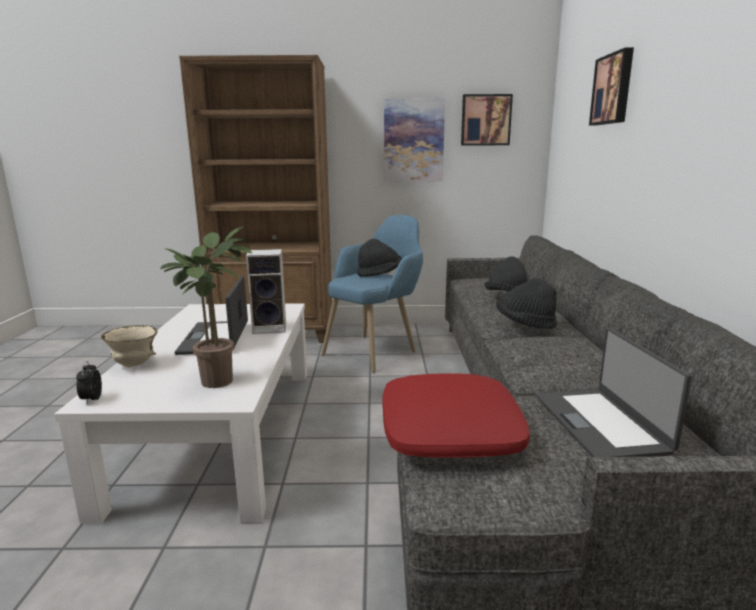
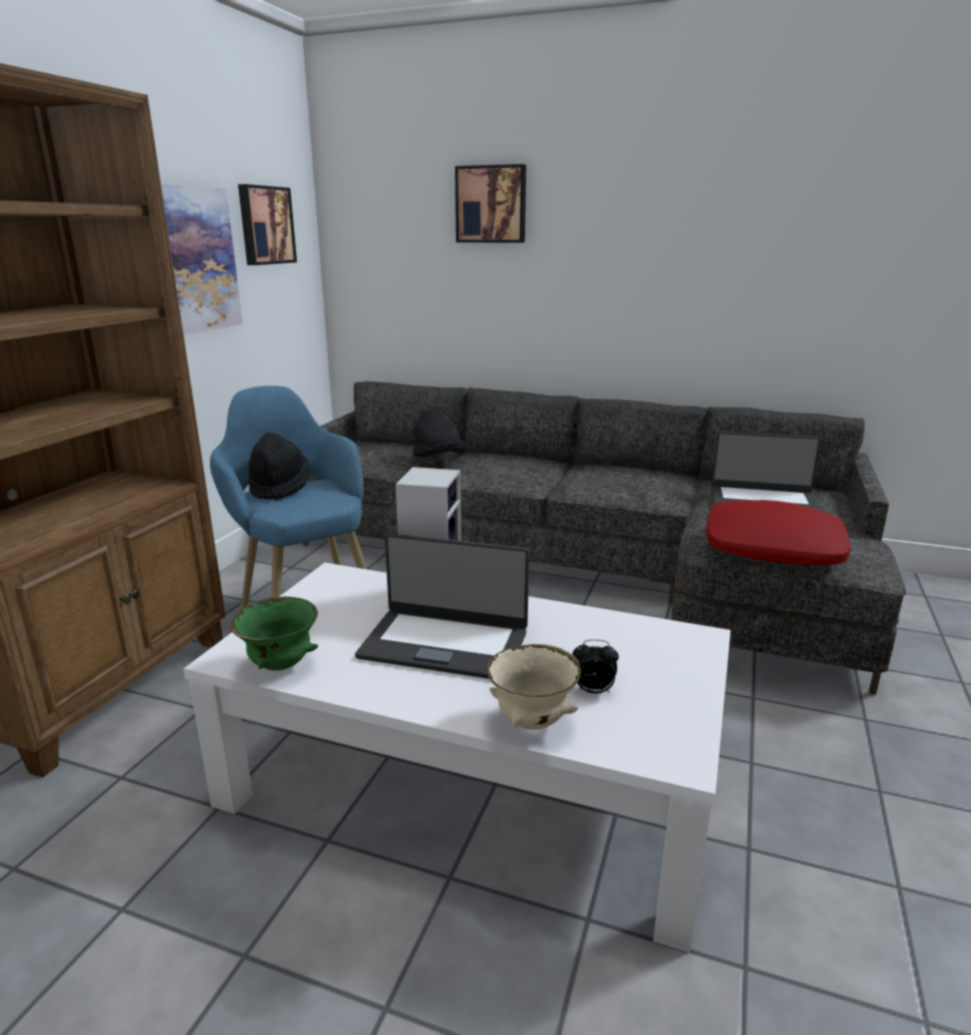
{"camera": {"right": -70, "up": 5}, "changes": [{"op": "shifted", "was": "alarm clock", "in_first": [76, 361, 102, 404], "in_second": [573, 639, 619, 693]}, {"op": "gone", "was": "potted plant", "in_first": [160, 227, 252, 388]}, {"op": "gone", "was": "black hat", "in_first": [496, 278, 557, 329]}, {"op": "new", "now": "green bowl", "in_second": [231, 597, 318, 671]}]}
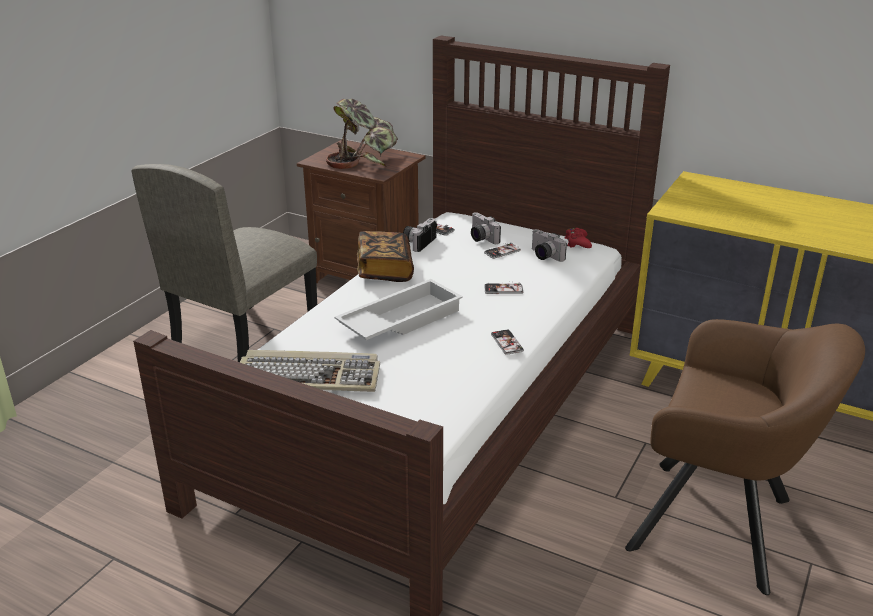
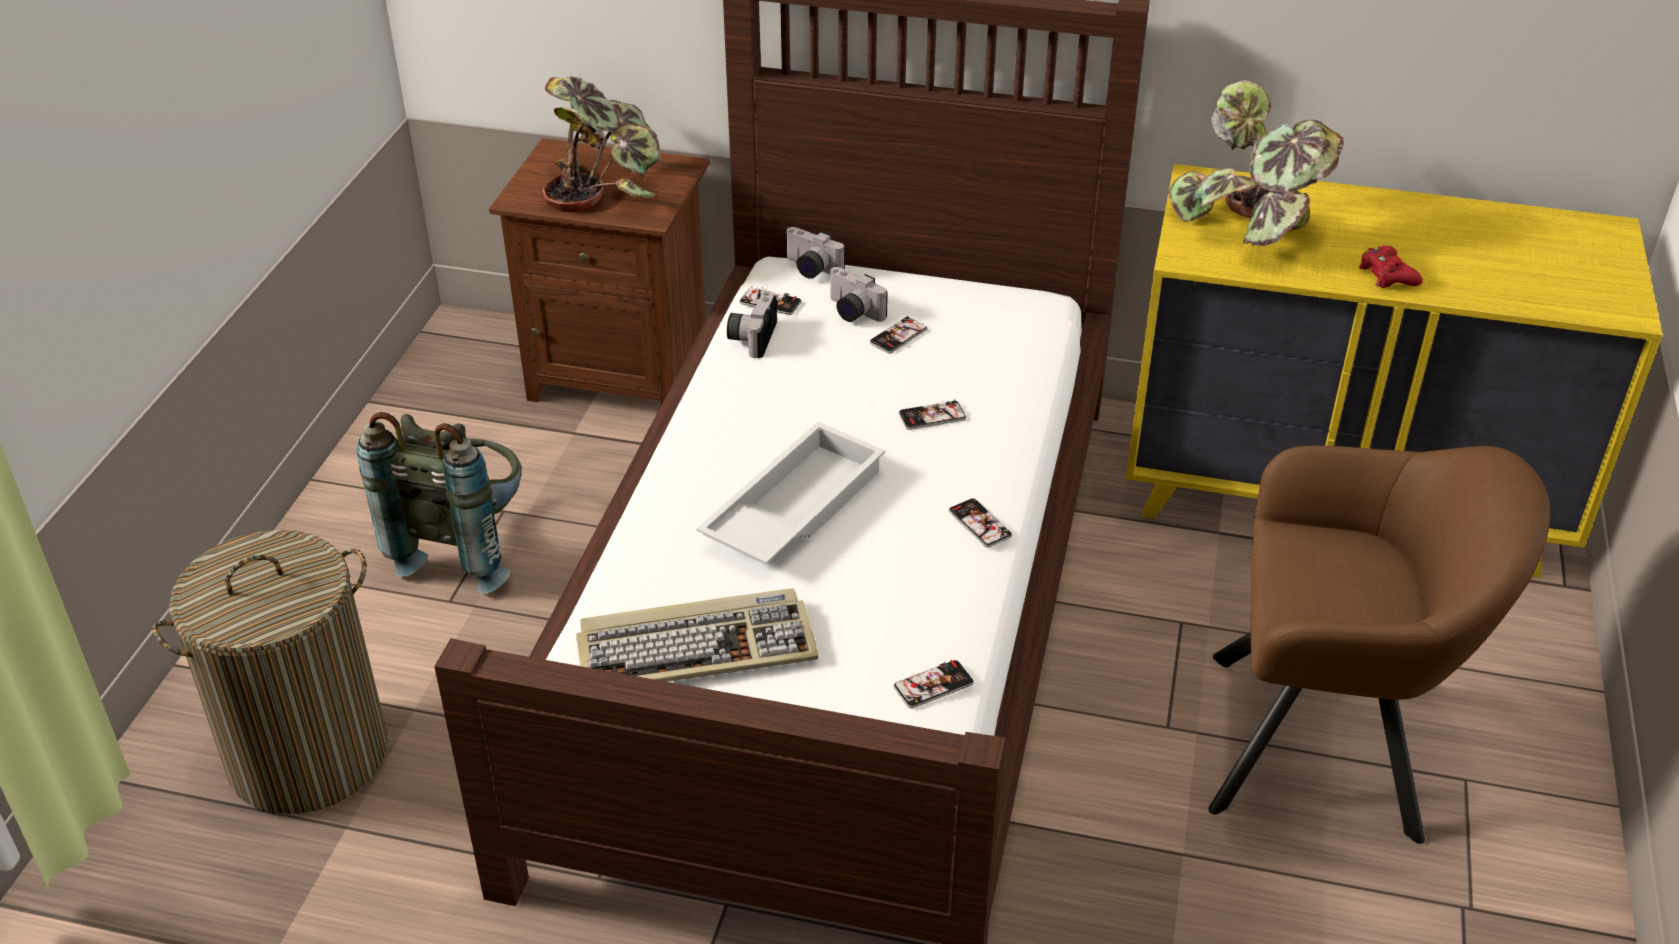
{"camera": {"right": -15, "up": 10}, "changes": [{"op": "swapped", "was": "beige chair", "now": "grey backpack", "in_first": [132, 164, 317, 362], "in_second": [357, 412, 522, 594]}, {"op": "gone", "was": "book", "in_first": [357, 231, 414, 282]}, {"op": "shifted", "was": "photo camera", "in_first": [532, 229, 567, 262], "in_second": [785, 227, 845, 279]}, {"op": "shifted", "was": "red game controller", "in_first": [565, 228, 592, 248], "in_second": [1359, 246, 1423, 288]}, {"op": "new", "now": "laundry basket", "in_second": [153, 530, 387, 814]}, {"op": "new", "now": "phone", "in_second": [893, 660, 974, 708]}, {"op": "new", "now": "potted plant", "in_second": [1169, 80, 1344, 246]}]}
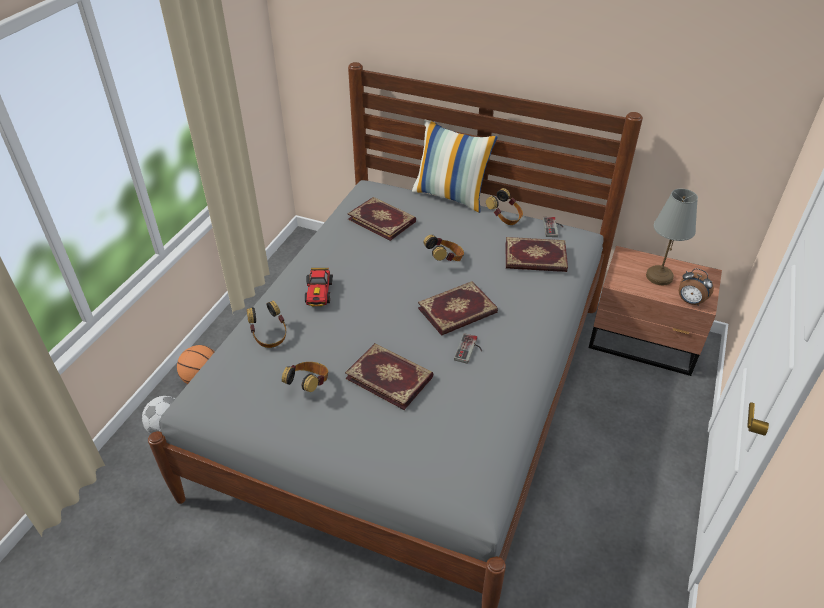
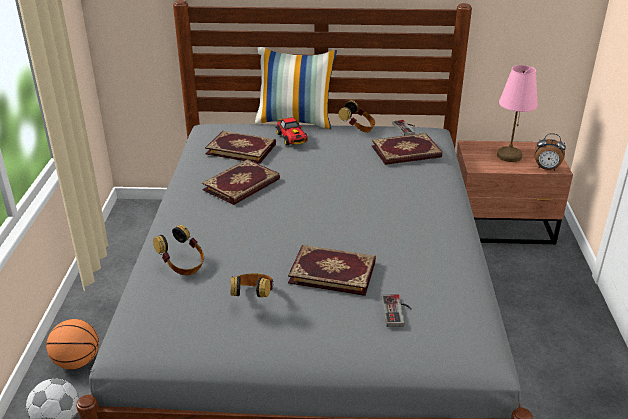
{"camera": {"right": -20, "up": -10}, "changes": [{"op": "shifted", "was": "toy car", "in_first": [305, 268, 333, 306], "in_second": [275, 117, 308, 146]}, {"op": "shifted", "was": "book", "in_first": [418, 281, 498, 336], "in_second": [202, 159, 280, 205]}, {"op": "gone", "was": "headphones", "in_first": [423, 235, 464, 261]}, {"op": "shifted", "was": "game controller", "in_first": [454, 333, 482, 364], "in_second": [382, 294, 412, 327]}, {"op": "repainted", "was": "grey table lamp", "now": "pink table lamp", "in_first": [646, 189, 698, 285], "in_second": [497, 65, 538, 162]}]}
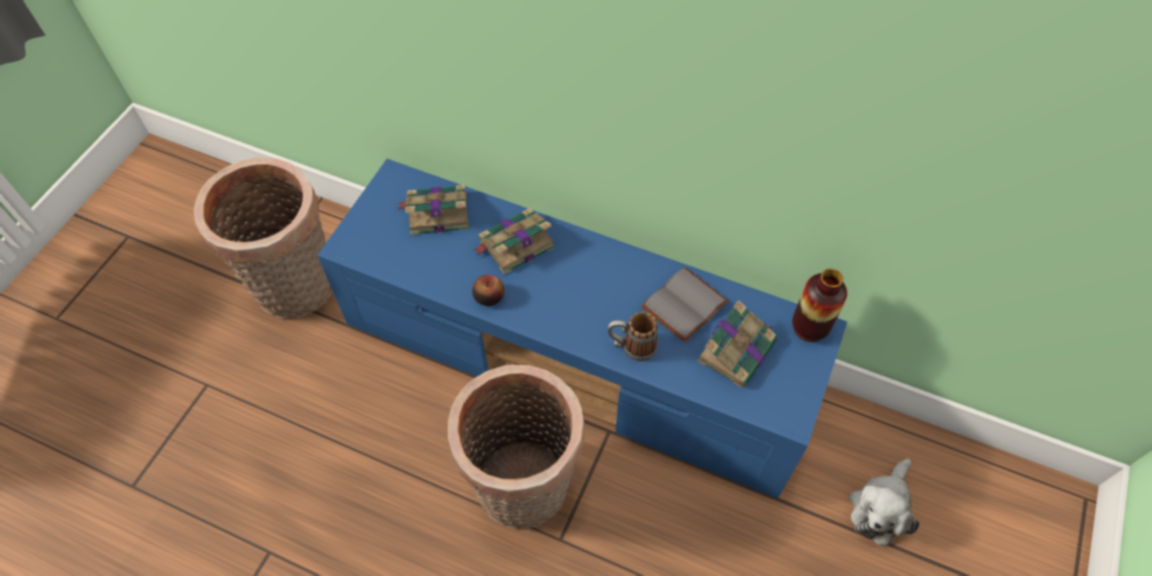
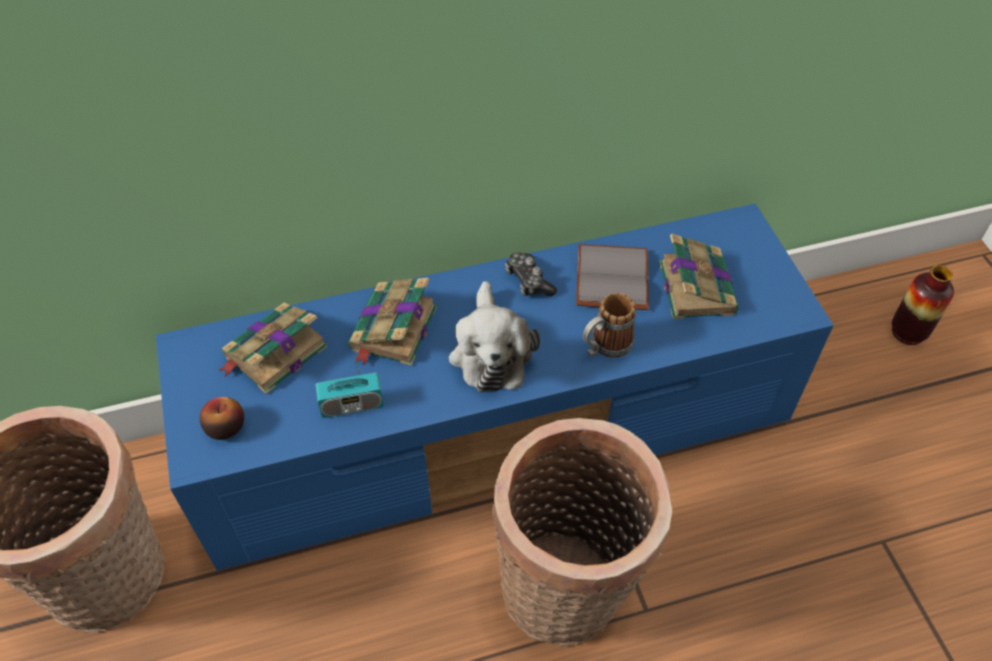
{"camera": {"right": -40, "up": -5}, "changes": [{"op": "shifted", "was": "apple", "in_first": [472, 275, 505, 306], "in_second": [200, 397, 244, 440]}, {"op": "shifted", "was": "vase", "in_first": [792, 268, 847, 342], "in_second": [892, 265, 954, 345]}, {"op": "shifted", "was": "plush toy", "in_first": [849, 458, 920, 547], "in_second": [449, 281, 540, 392]}, {"op": "new", "now": "radio", "in_second": [316, 342, 384, 418]}, {"op": "new", "now": "game controller", "in_second": [505, 252, 557, 296]}]}
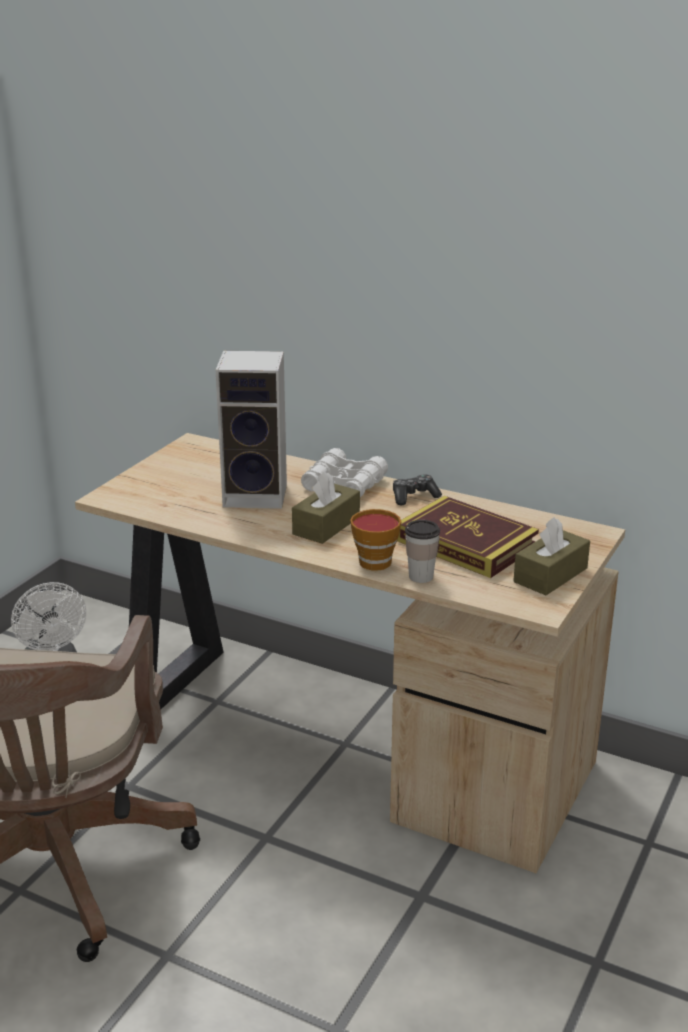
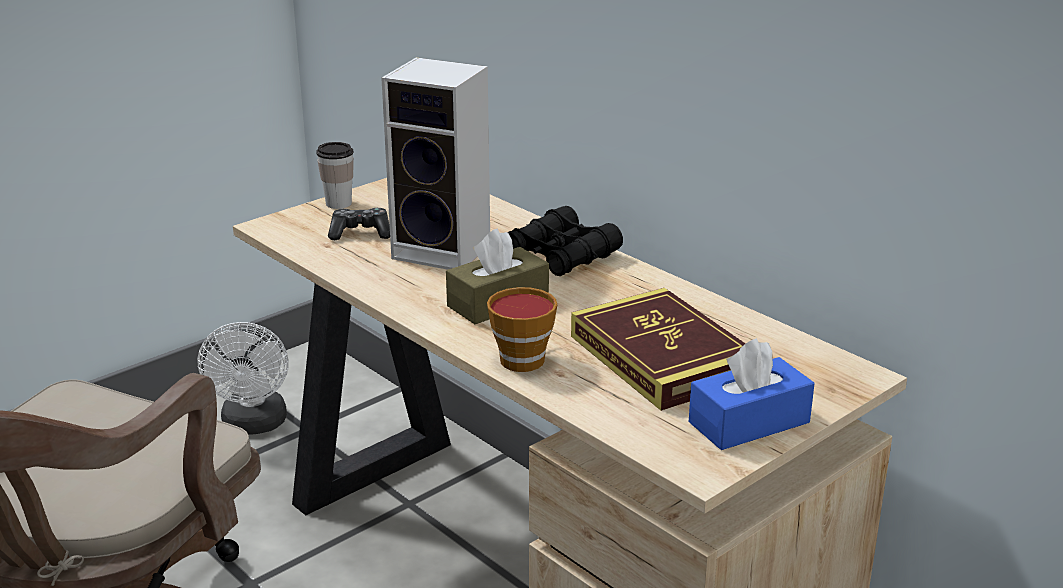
{"camera": {"right": 20, "up": 0}, "changes": [{"op": "repainted", "was": "white binoculars", "now": "black binoculars", "in_first": [301, 448, 388, 497], "in_second": [507, 206, 623, 276]}, {"op": "shifted", "was": "game controller", "in_first": [393, 474, 442, 505], "in_second": [328, 208, 390, 240]}, {"op": "shifted", "was": "cup", "in_first": [405, 520, 440, 583], "in_second": [316, 142, 354, 209]}, {"op": "repainted", "was": "brown tissue box", "now": "blue tissue box", "in_first": [514, 517, 590, 595], "in_second": [689, 338, 815, 450]}]}
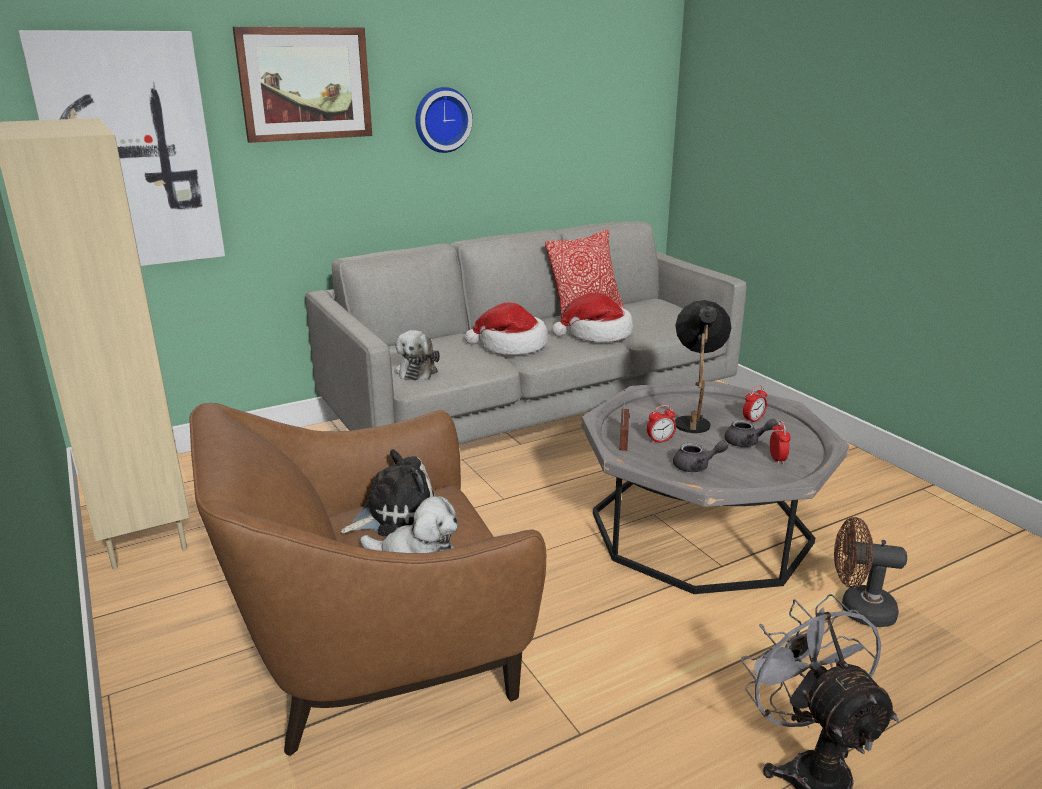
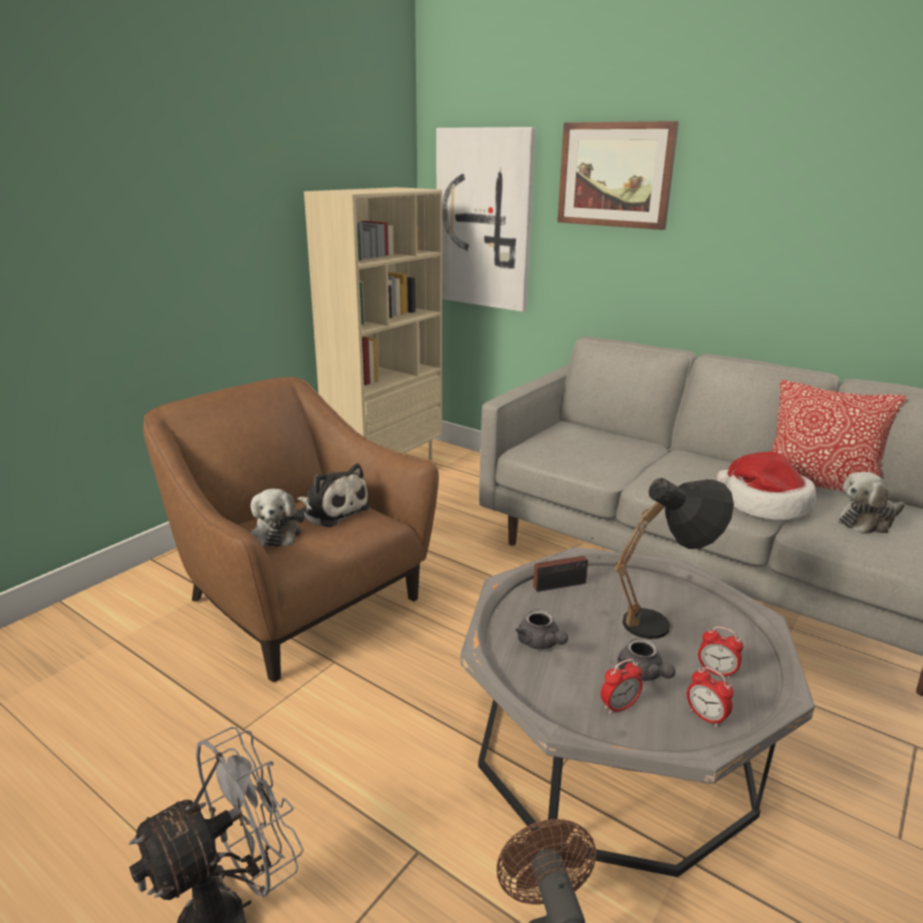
{"camera": {"right": 65, "up": 0}, "changes": [{"op": "shifted", "was": "plush toy", "in_first": [394, 330, 440, 380], "in_second": [838, 472, 905, 534]}, {"op": "gone", "was": "wall clock", "in_first": [415, 87, 473, 153]}, {"op": "gone", "was": "hat", "in_first": [465, 303, 548, 355]}, {"op": "shifted", "was": "alarm clock", "in_first": [647, 405, 676, 444], "in_second": [687, 667, 734, 727]}]}
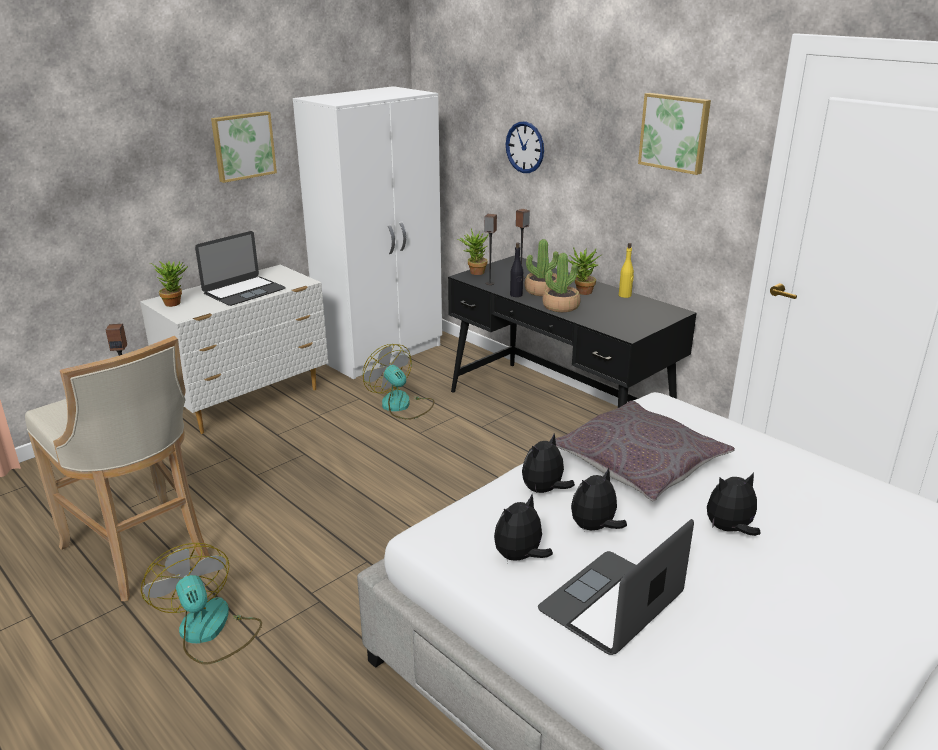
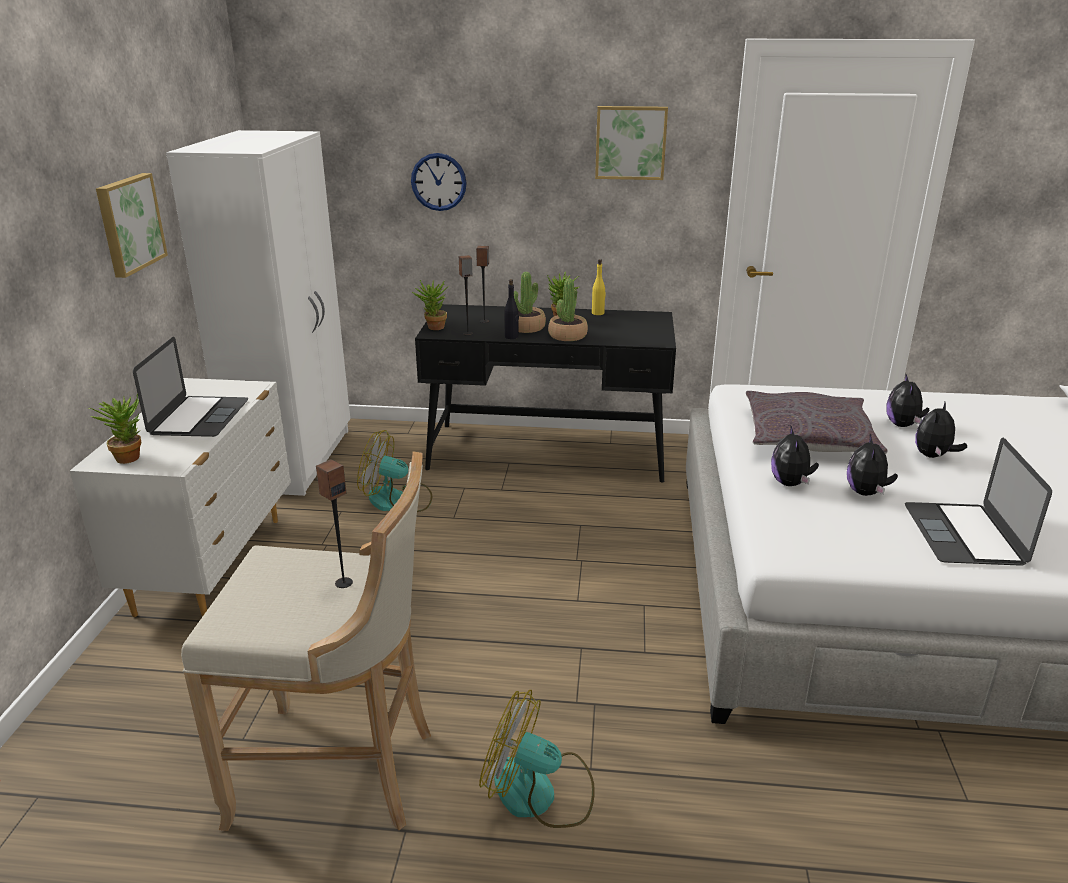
{"camera": {"right": -40, "up": 0}, "changes": [{"op": "shifted", "was": "plush toy", "in_first": [494, 495, 553, 561], "in_second": [886, 374, 929, 427]}]}
